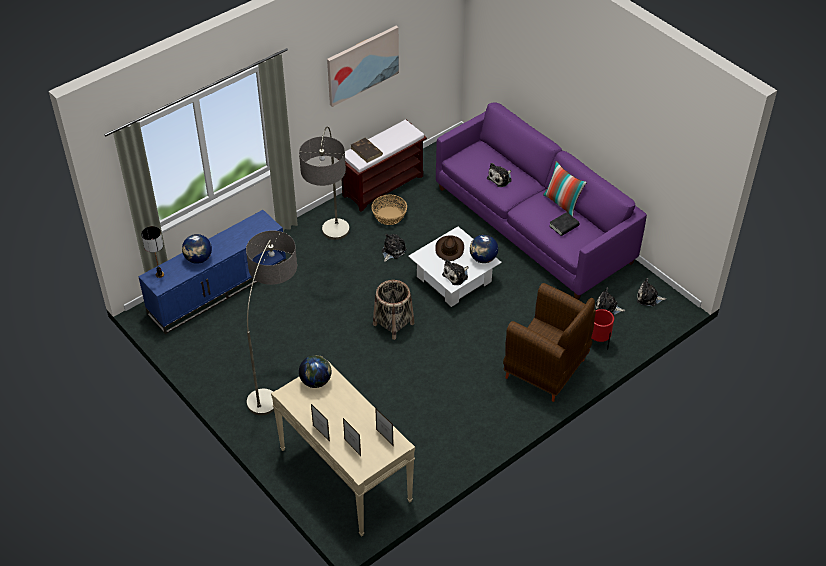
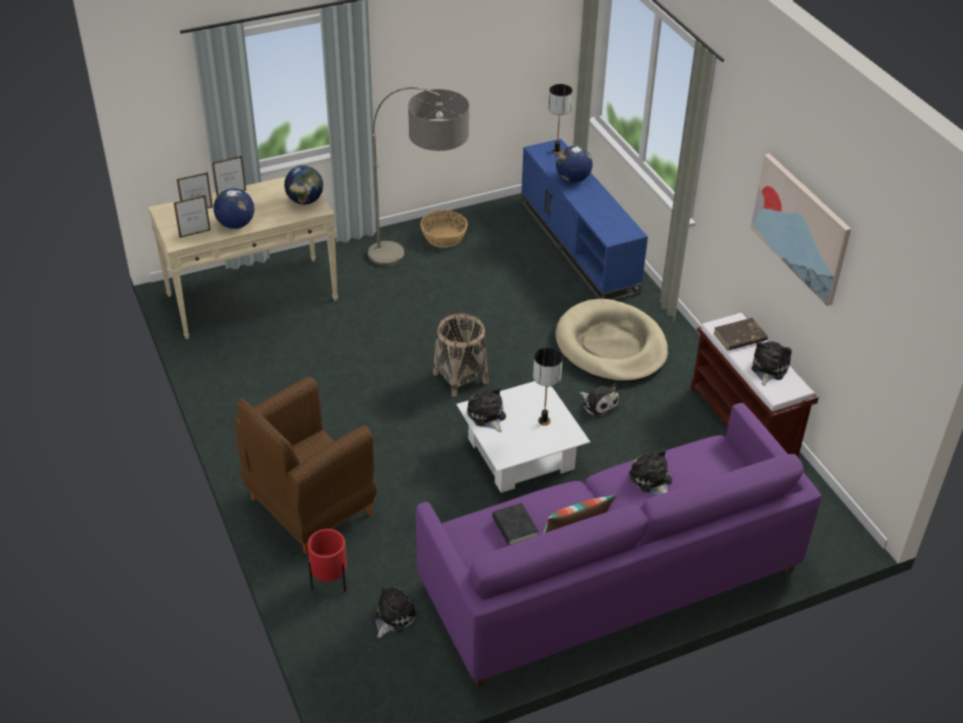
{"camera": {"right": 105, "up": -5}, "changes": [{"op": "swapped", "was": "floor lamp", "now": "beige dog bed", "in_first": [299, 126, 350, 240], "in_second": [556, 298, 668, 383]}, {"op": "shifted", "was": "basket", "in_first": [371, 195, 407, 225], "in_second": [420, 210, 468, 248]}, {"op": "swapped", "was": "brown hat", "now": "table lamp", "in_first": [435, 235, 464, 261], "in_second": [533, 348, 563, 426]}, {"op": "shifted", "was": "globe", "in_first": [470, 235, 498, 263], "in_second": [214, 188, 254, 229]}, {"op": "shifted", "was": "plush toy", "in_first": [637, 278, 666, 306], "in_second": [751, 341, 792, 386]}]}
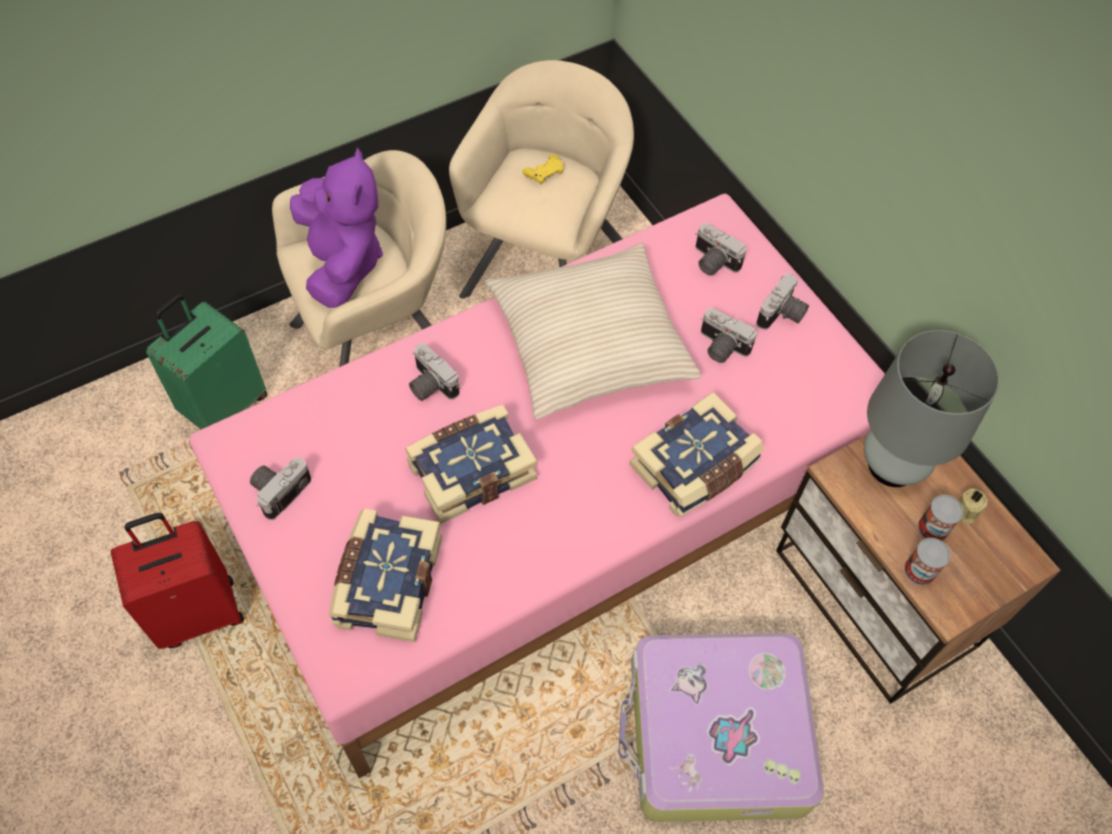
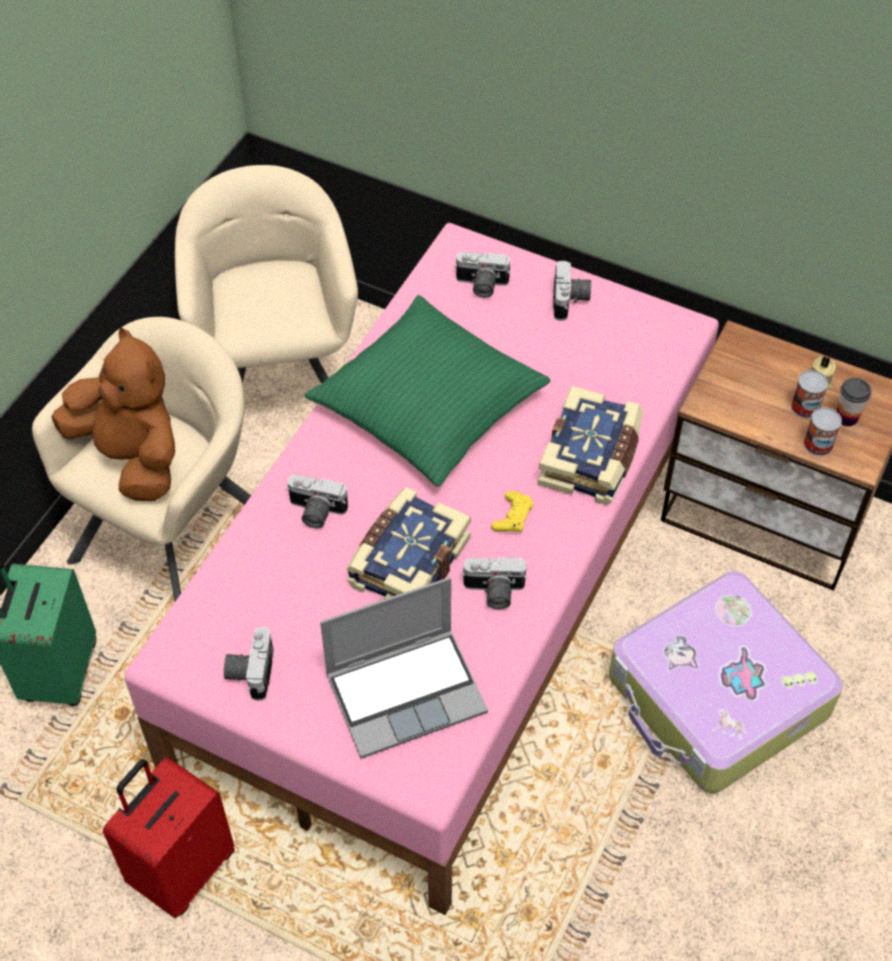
{"camera": {"right": -30, "up": -5}, "changes": [{"op": "repainted", "was": "purple plush toy", "now": "brown plush toy", "in_first": [290, 147, 383, 308], "in_second": [51, 327, 175, 501]}, {"op": "swapped", "was": "book", "now": "laptop", "in_first": [328, 508, 442, 642], "in_second": [320, 577, 488, 759]}, {"op": "repainted", "was": "beige pillow", "now": "green pillow", "in_first": [485, 242, 702, 420], "in_second": [304, 295, 550, 487]}, {"op": "shifted", "was": "yellow game controller", "in_first": [523, 154, 564, 185], "in_second": [491, 491, 534, 533]}, {"op": "shifted", "was": "photo camera", "in_first": [701, 308, 757, 363], "in_second": [462, 557, 527, 609]}, {"op": "gone", "was": "grey table lamp", "in_first": [864, 330, 999, 487]}, {"op": "new", "now": "cup", "in_second": [837, 378, 872, 426]}]}
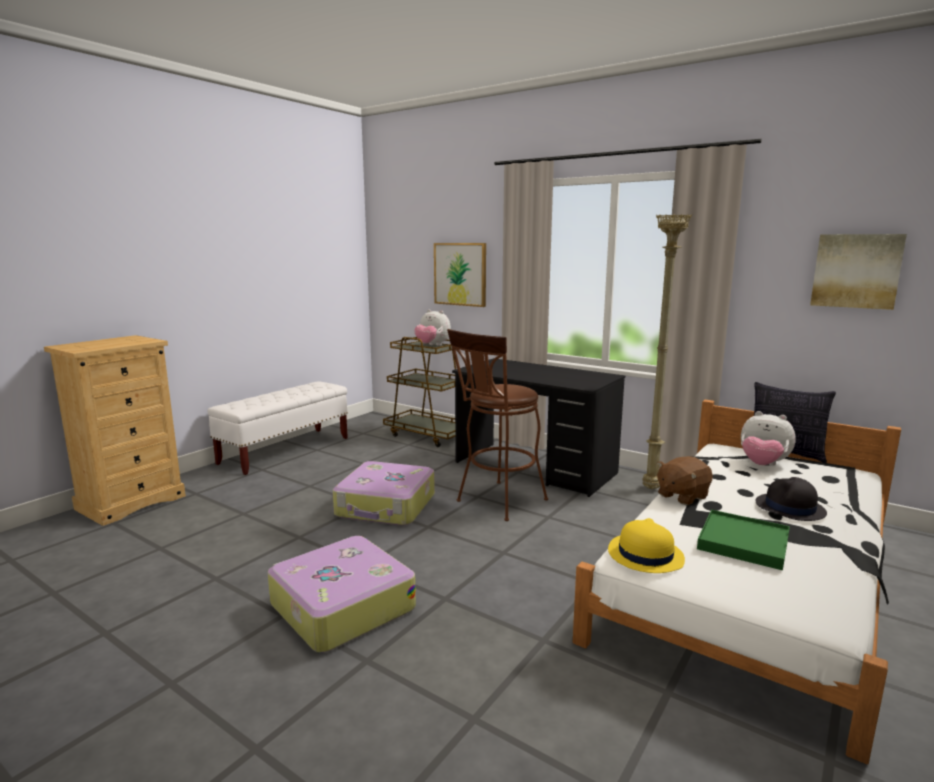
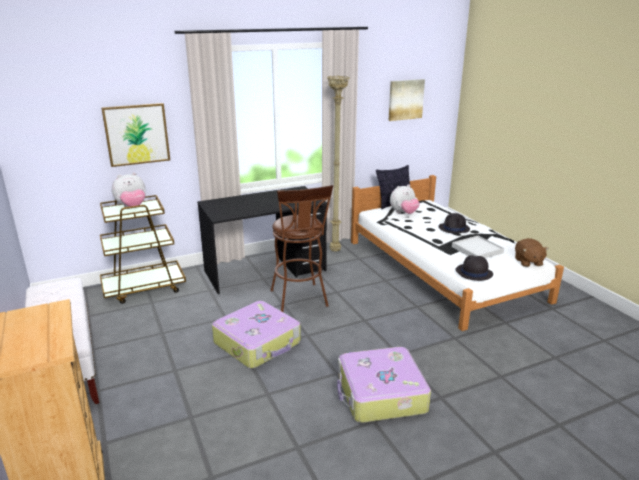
{"camera": {"right": -60, "up": 10}, "changes": [{"op": "repainted", "was": "yellow hat", "now": "black hat", "in_first": [608, 518, 685, 573], "in_second": [455, 255, 493, 281]}, {"op": "shifted", "was": "brown plush toy", "in_first": [657, 456, 713, 505], "in_second": [515, 238, 549, 267]}, {"op": "repainted", "was": "green tray", "now": "white tray", "in_first": [697, 510, 790, 570], "in_second": [452, 235, 504, 258]}]}
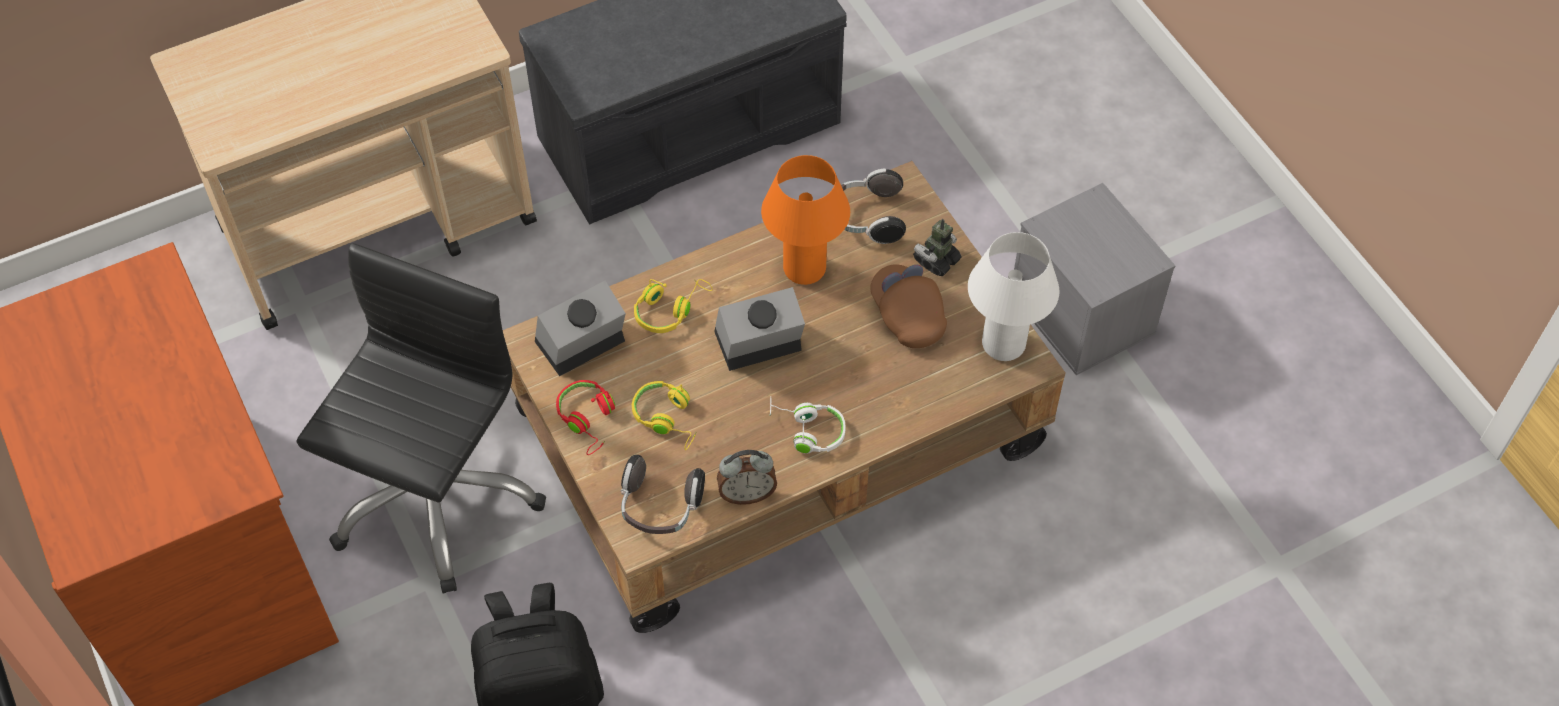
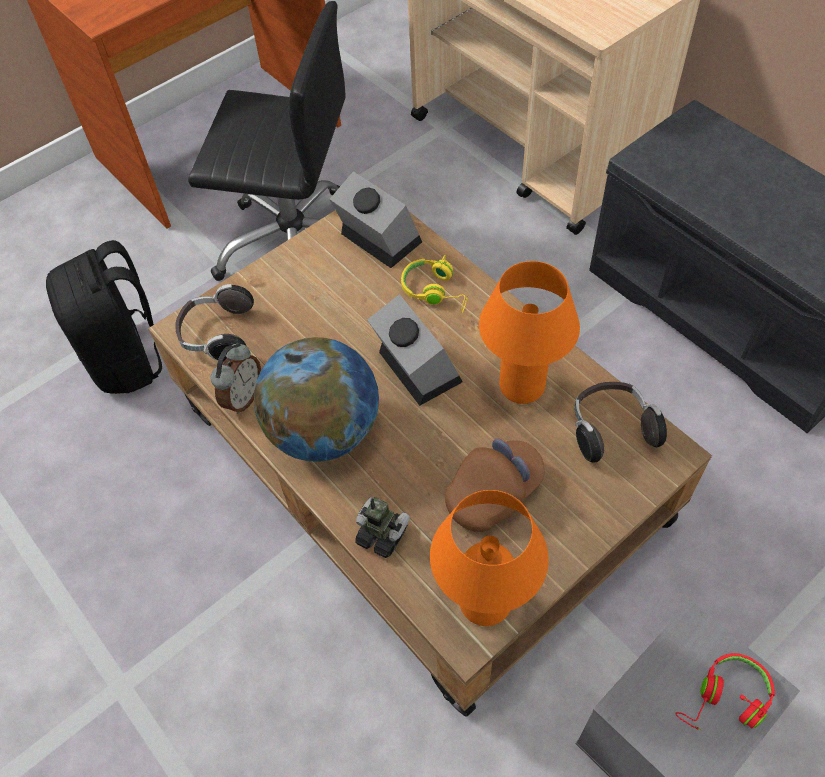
{"camera": {"right": 80, "up": 0}, "changes": [{"op": "shifted", "was": "red headphones", "in_first": [556, 380, 615, 455], "in_second": [675, 653, 775, 730]}, {"op": "gone", "was": "yellow headphones", "in_first": [632, 381, 696, 450]}, {"op": "rotated", "was": "alarm clock", "in_first": [717, 450, 777, 505], "in_second": [210, 342, 261, 414], "clockwise": -135}, {"op": "swapped", "was": "white headphones", "now": "globe", "in_first": [769, 396, 846, 454], "in_second": [254, 337, 379, 462]}, {"op": "shifted", "was": "toy robot", "in_first": [913, 219, 961, 276], "in_second": [355, 497, 410, 558]}, {"op": "repainted", "was": "white table lamp", "now": "orange table lamp", "in_first": [968, 232, 1059, 361], "in_second": [430, 490, 549, 626]}]}
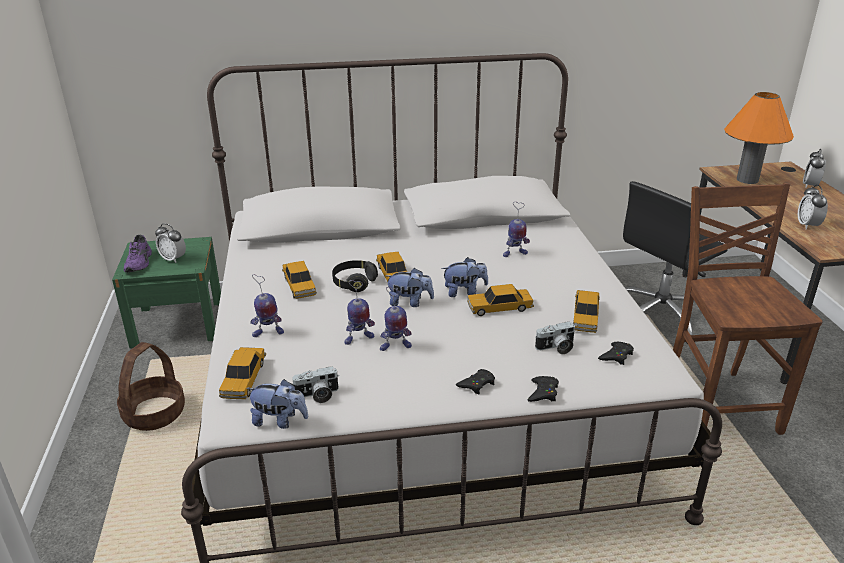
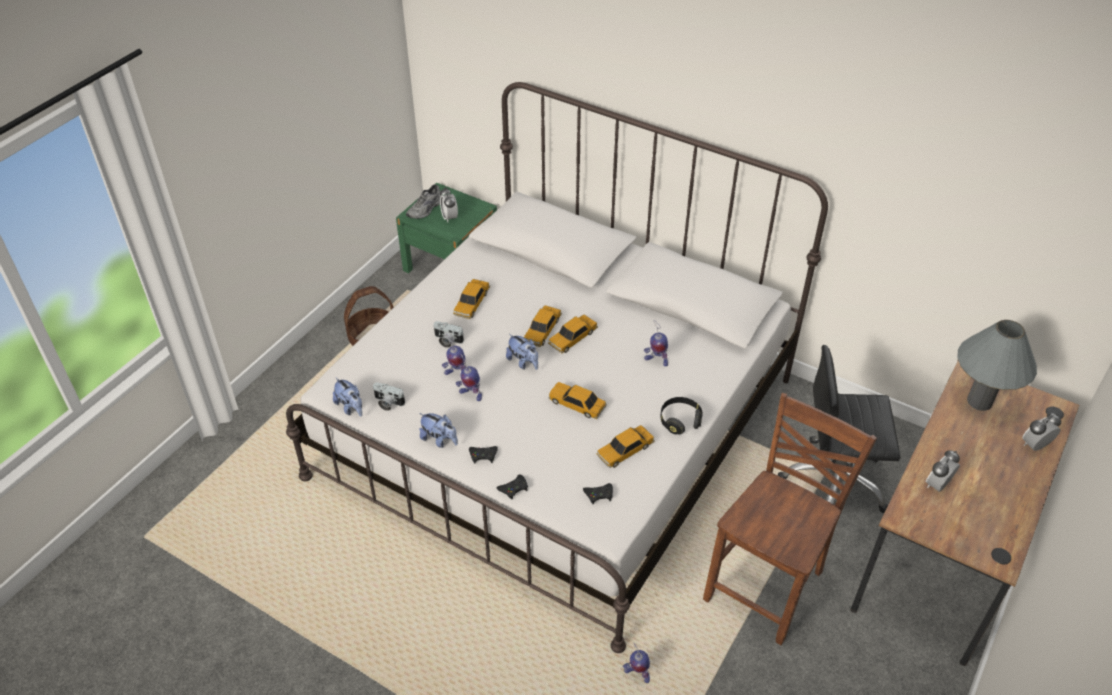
{"camera": {"right": 40, "up": 15}, "changes": [{"op": "repainted", "was": "purple shoe", "now": "grey shoe", "in_first": [124, 235, 152, 272], "in_second": [406, 185, 441, 219]}, {"op": "shifted", "was": "toy car", "in_first": [219, 347, 266, 399], "in_second": [548, 315, 598, 353]}, {"op": "shifted", "was": "toy robot", "in_first": [250, 274, 284, 337], "in_second": [623, 642, 650, 683]}, {"op": "shifted", "was": "black headphones", "in_first": [332, 260, 378, 292], "in_second": [661, 397, 703, 434]}, {"op": "shifted", "was": "plush toy", "in_first": [442, 257, 488, 297], "in_second": [419, 413, 458, 448]}, {"op": "shifted", "was": "photo camera", "in_first": [535, 322, 575, 354], "in_second": [434, 321, 464, 348]}, {"op": "repainted", "was": "orange table lamp", "now": "grey table lamp", "in_first": [724, 92, 794, 184], "in_second": [957, 320, 1037, 411]}]}
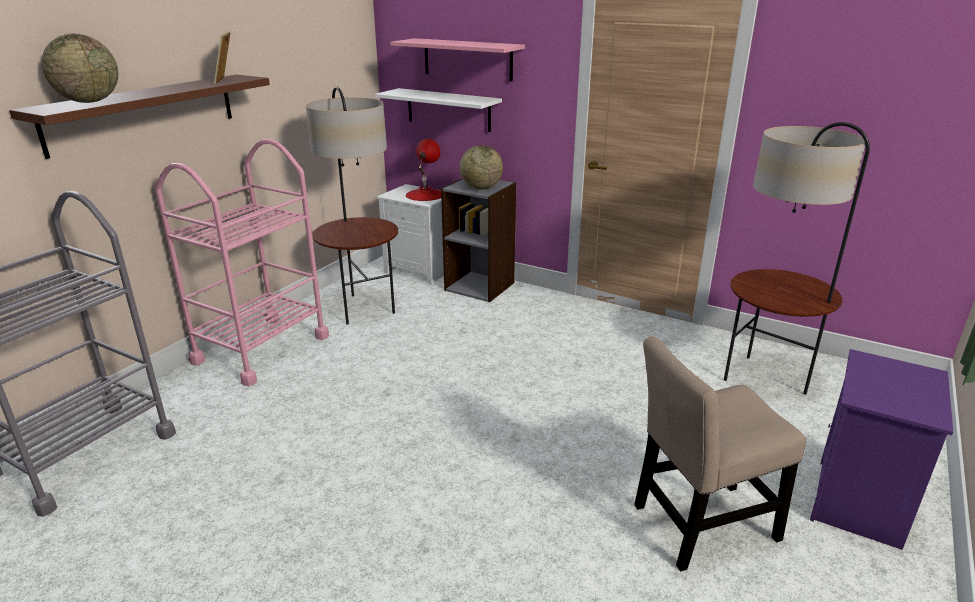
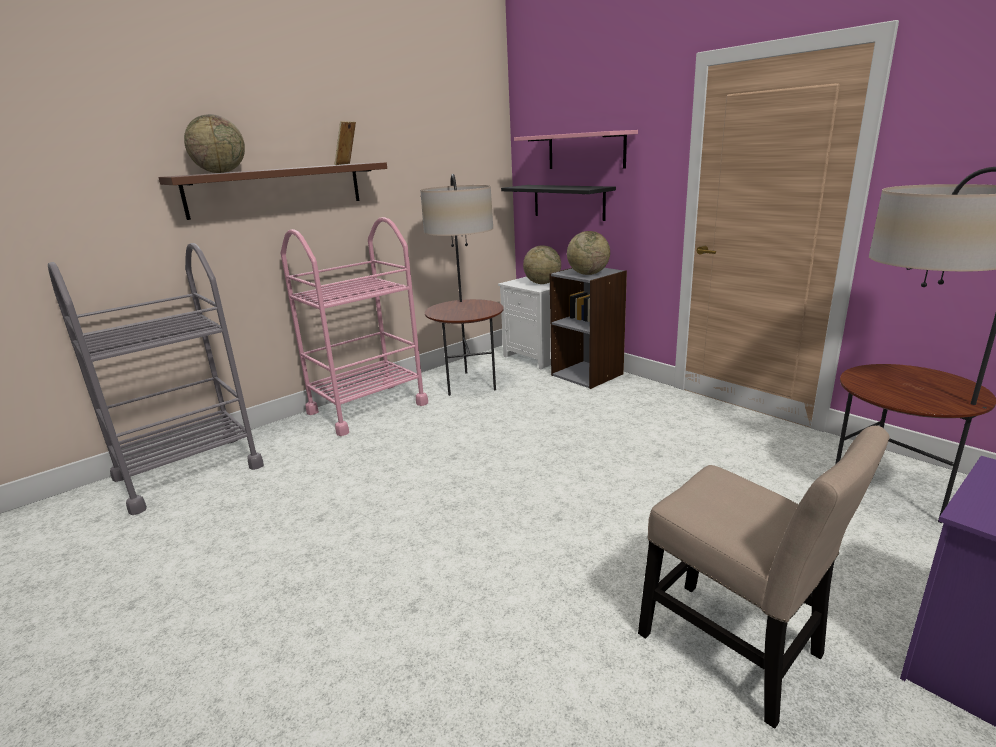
{"camera": {"right": 20, "up": -5}, "changes": [{"op": "repainted", "was": "white shelf", "now": "black shelf", "in_first": [375, 88, 502, 132], "in_second": [501, 185, 616, 221]}, {"op": "swapped", "was": "red table lamp", "now": "globe", "in_first": [406, 139, 441, 201], "in_second": [523, 245, 561, 284]}, {"op": "rotated", "was": "beige chair", "in_first": [634, 336, 806, 571], "in_second": [638, 426, 889, 729], "clockwise": -135}]}
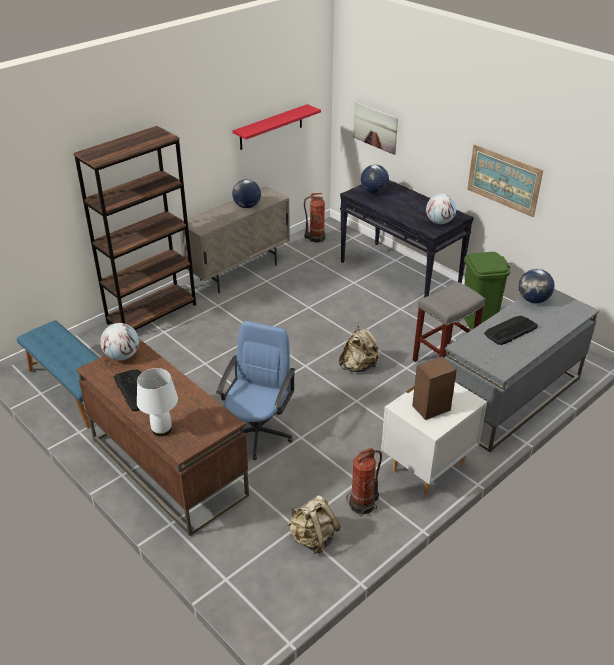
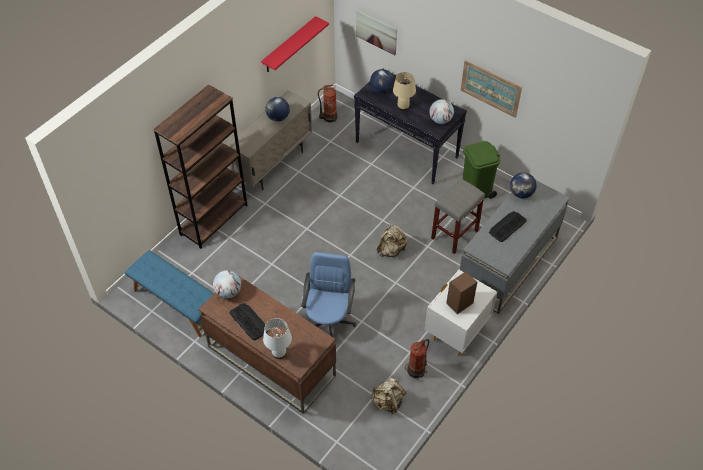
{"camera": {"right": -10, "up": 15}, "changes": [{"op": "new", "now": "beige table lamp", "in_second": [393, 72, 416, 111]}]}
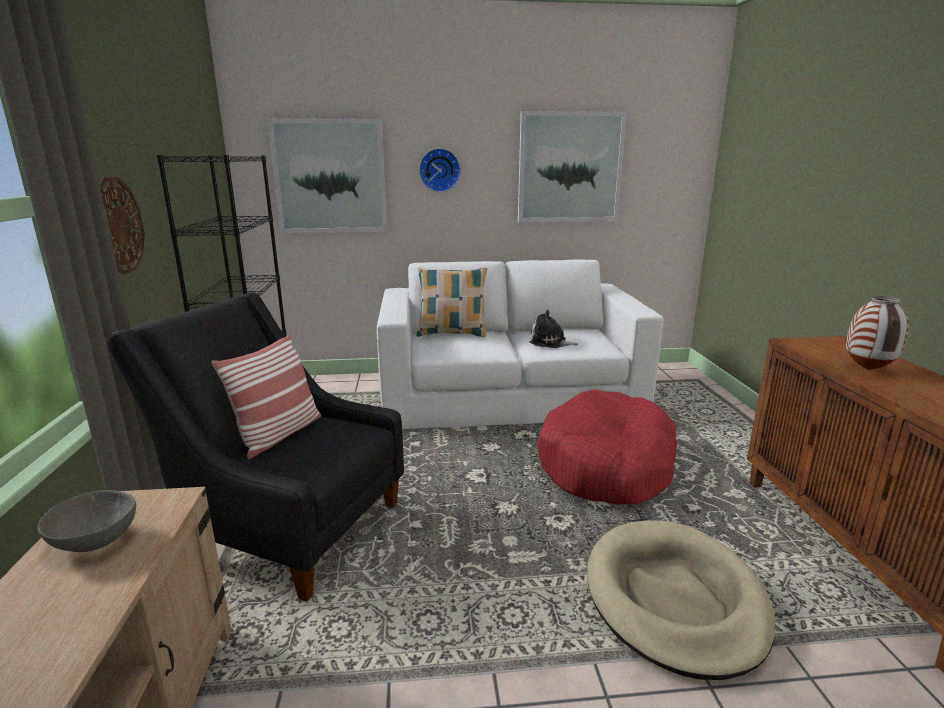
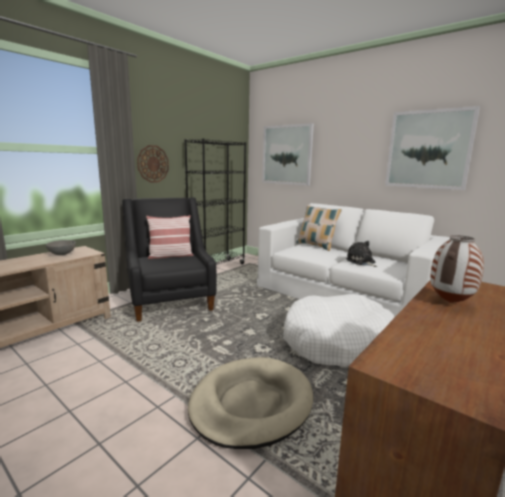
{"camera": {"right": 45, "up": -5}, "changes": [{"op": "gone", "was": "wall clock", "in_first": [419, 148, 461, 192]}, {"op": "repainted", "was": "red dog bed", "now": "white dog bed", "in_first": [537, 389, 677, 504], "in_second": [283, 294, 394, 367]}]}
